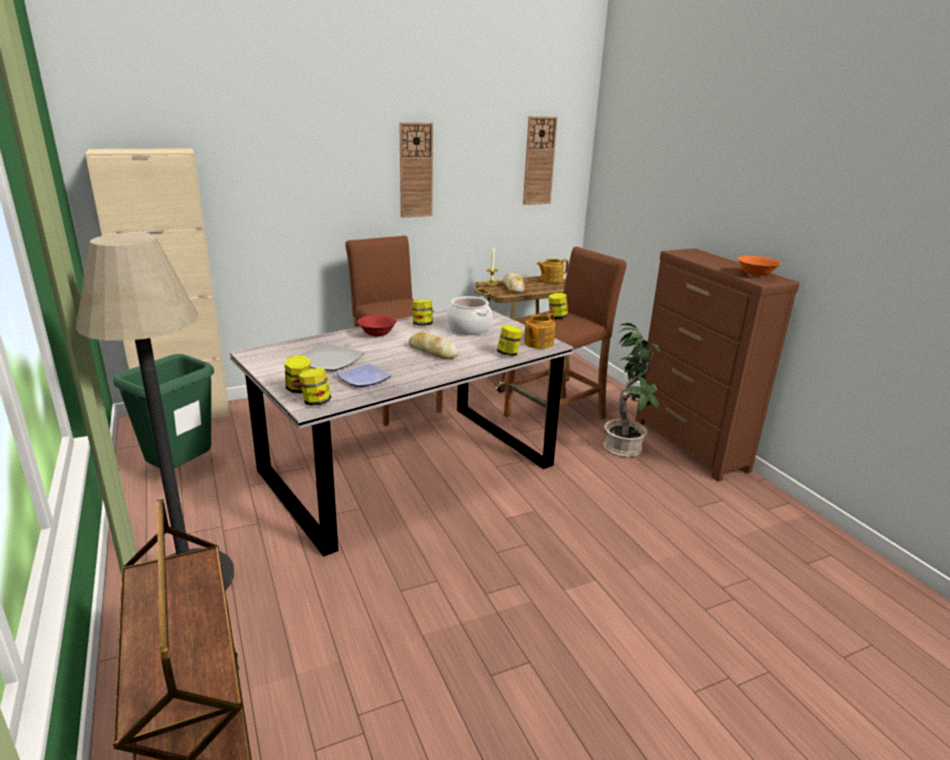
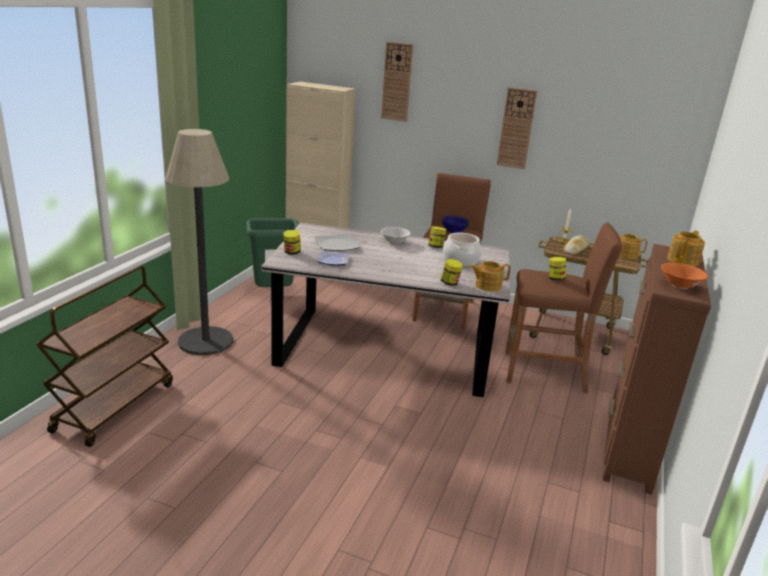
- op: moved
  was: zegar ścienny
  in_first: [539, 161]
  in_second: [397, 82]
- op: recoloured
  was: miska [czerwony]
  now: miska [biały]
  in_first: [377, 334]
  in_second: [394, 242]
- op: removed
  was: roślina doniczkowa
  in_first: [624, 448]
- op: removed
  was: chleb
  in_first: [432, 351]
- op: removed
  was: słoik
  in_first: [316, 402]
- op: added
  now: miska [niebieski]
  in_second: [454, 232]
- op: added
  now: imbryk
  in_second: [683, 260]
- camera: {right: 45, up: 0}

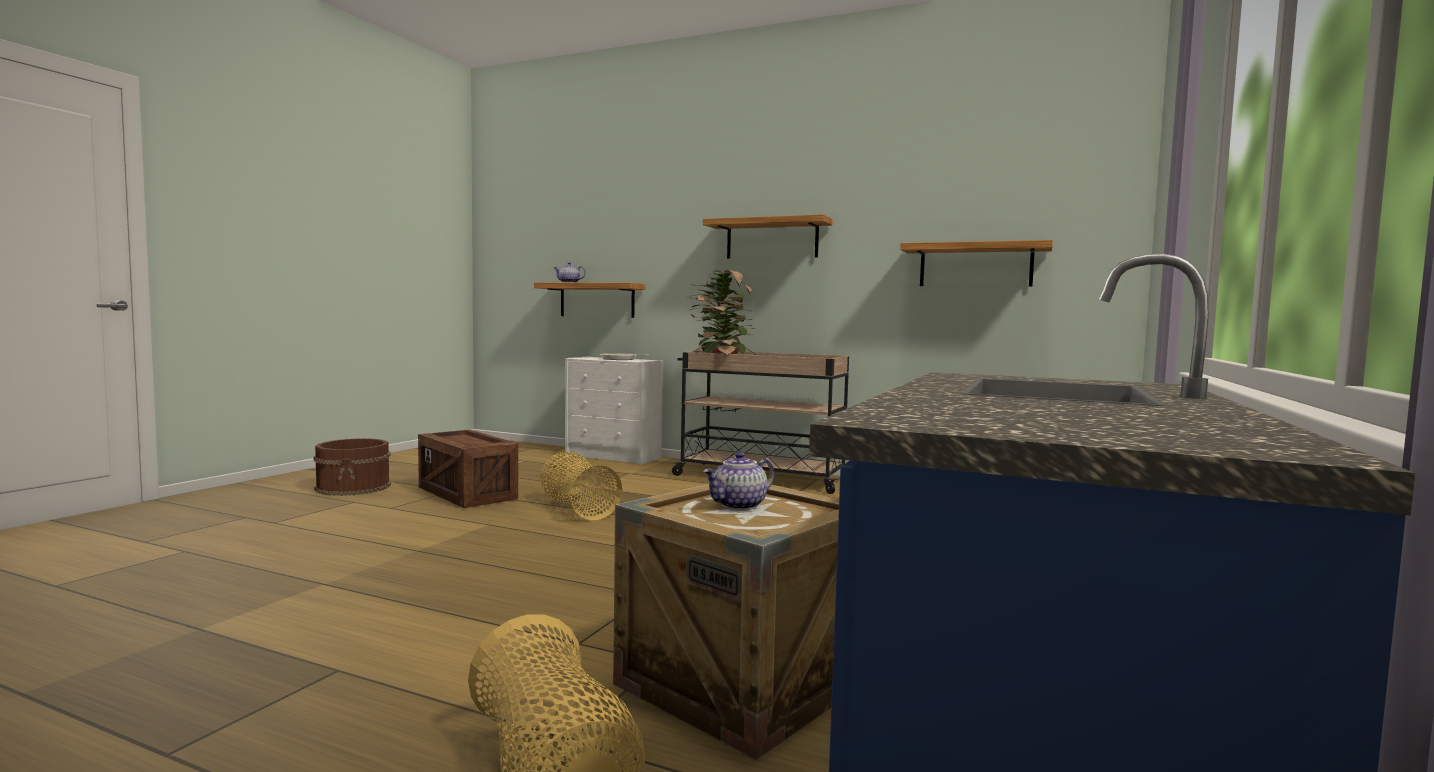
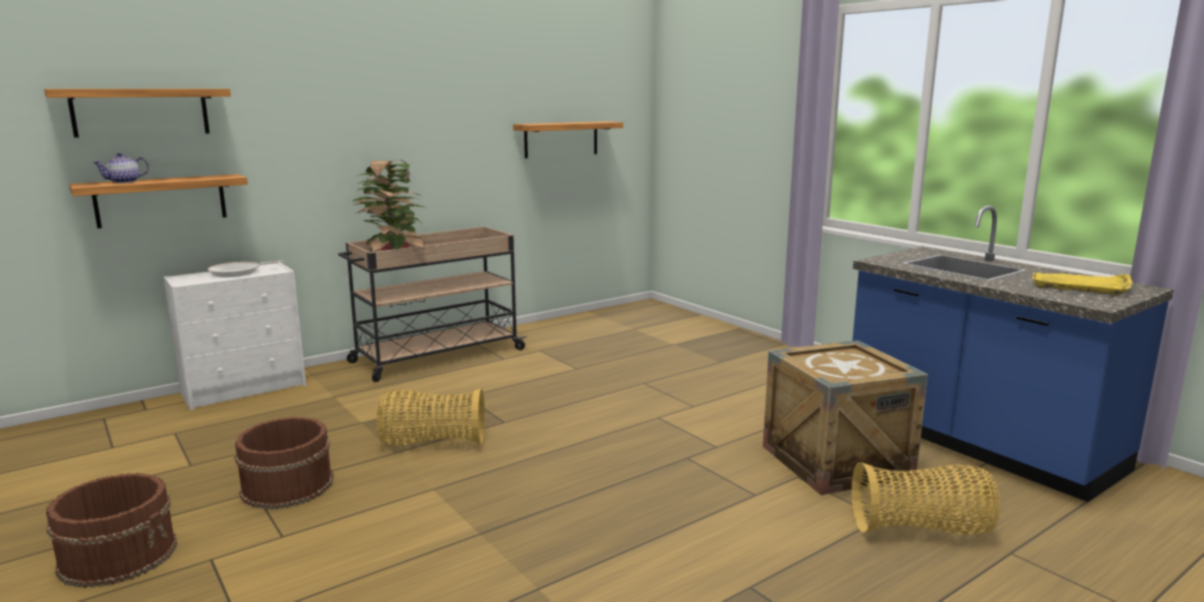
- op: moved
  was: półka
  in_first: [772, 239]
  in_second: [141, 112]
- op: replaced
  was: skrzynka
  now: wiadro [brązowy]
  in_first: [466, 494]
  in_second: [286, 486]
- op: removed
  was: imbryk
  in_first: [739, 506]
- op: added
  now: taca [żółty]
  in_second: [1080, 285]
- camera: {right: -60, up: 10}

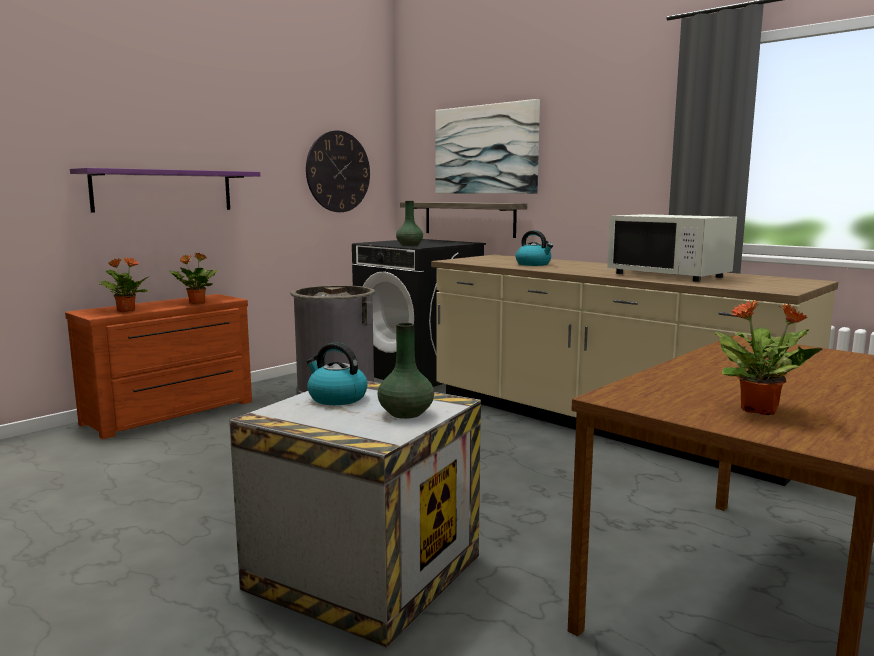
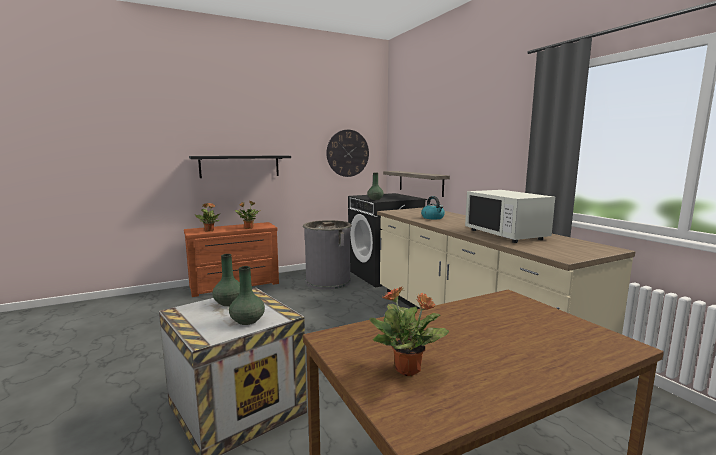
- op: removed
  was: obraz
  in_first: [485, 149]
- op: recoloured
  was: półka [fioletowy]
  now: półka [czarny]
  in_first: [163, 190]
  in_second: [240, 166]
- op: replaced
  was: czajnik
  now: wazon [zielony]
  in_first: [336, 398]
  in_second: [229, 303]
- camera: {right: 20, up: 0}

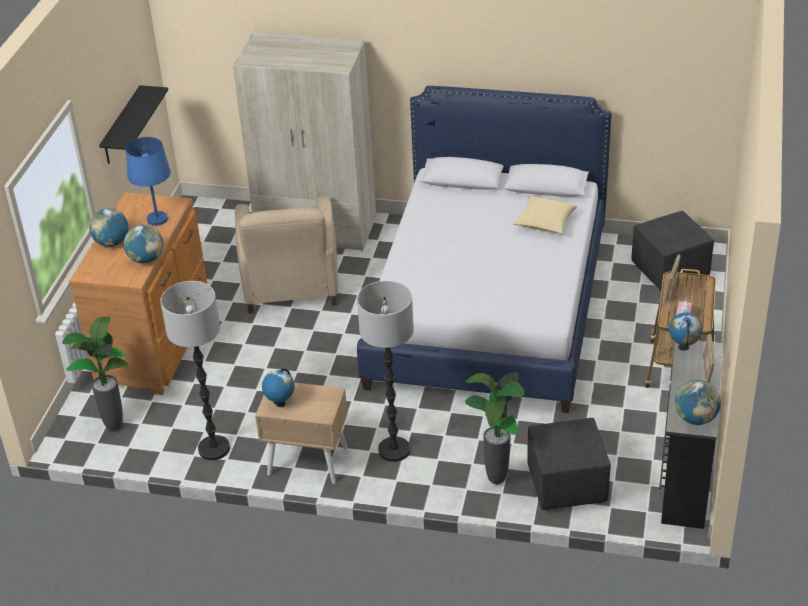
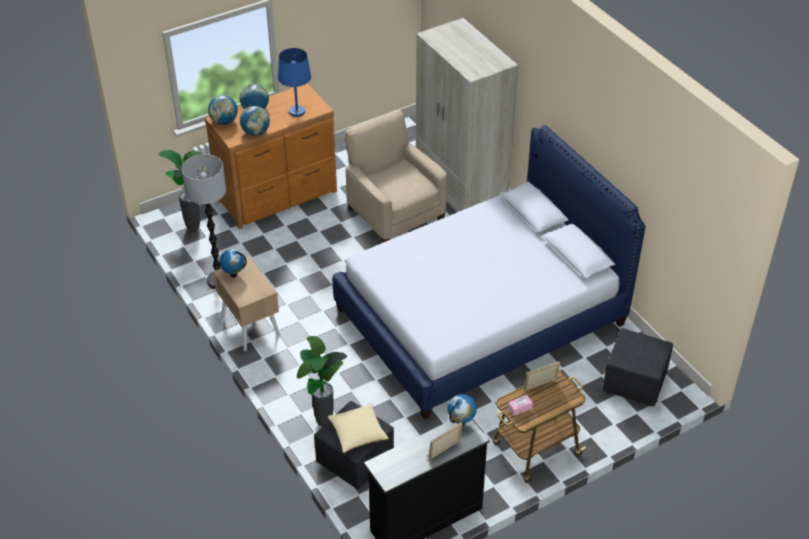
- op: removed
  was: półka [czarny]
  in_first: [122, 126]
- op: turned
  was: fotel [beżowy]
  in_first: [290, 284]
  in_second: [394, 213]
  clockwise: 105
- op: moved
  was: poduszka
  in_first: [545, 223]
  in_second: [358, 433]
- op: removed
  was: lampa stojąca
  in_first: [394, 450]
- op: moved
  was: globus
  in_first: [695, 418]
  in_second: [224, 121]
- camera: {right: 45, up: 5}

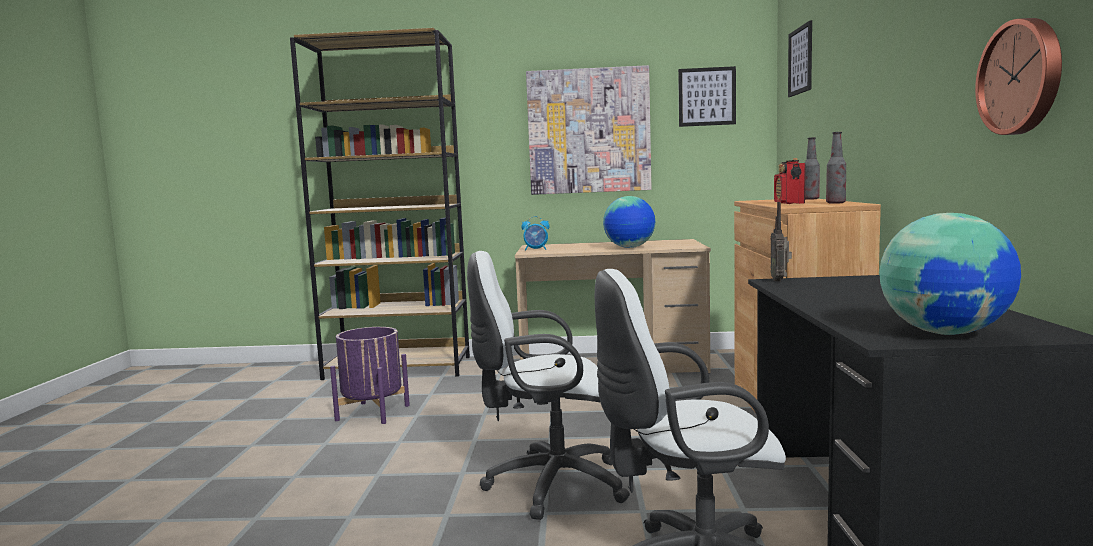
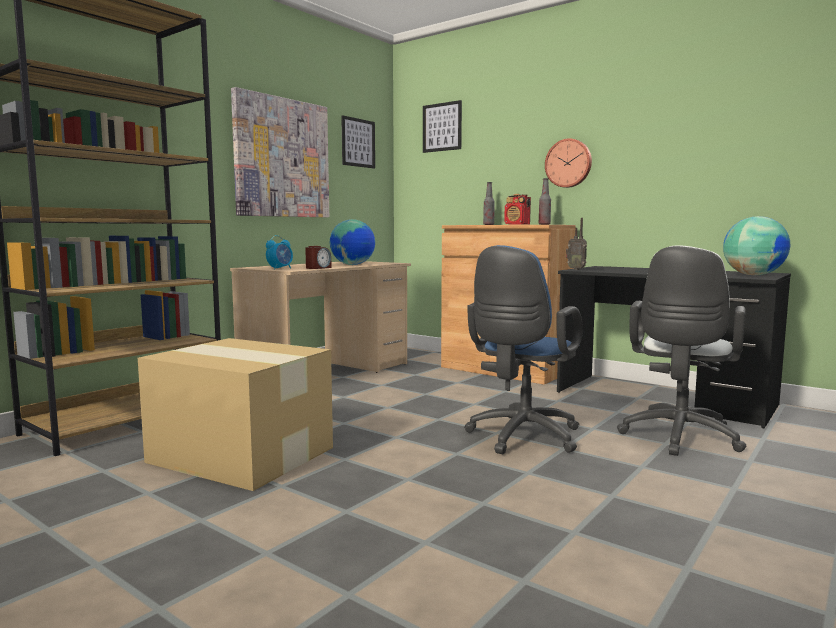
- op: moved
  was: zegar ścienny
  in_first: [1022, 77]
  in_second: [568, 163]
- op: recoloured
  was: krzesło biurowe [biały]
  now: krzesło biurowe [niebieski]
  in_first: [548, 485]
  in_second: [521, 437]
- op: replaced
  was: donica [fioletowy]
  now: karton
  in_first: [373, 413]
  in_second: [240, 454]
- op: added
  now: budzik
  in_second: [318, 268]
- camera: {right: -55, up: 0}

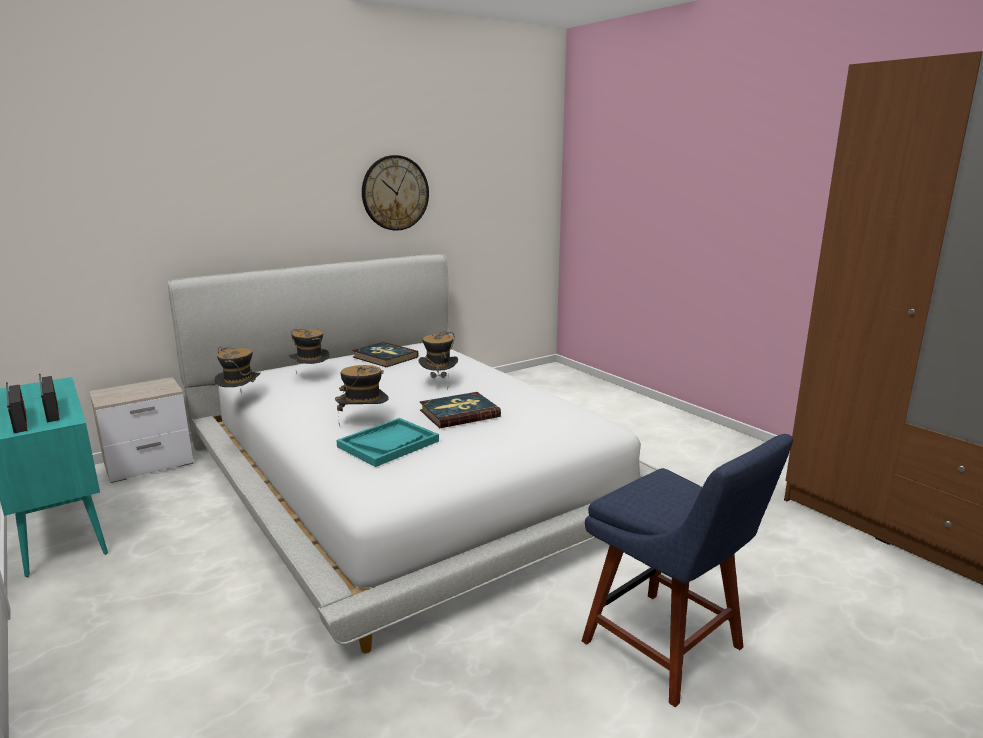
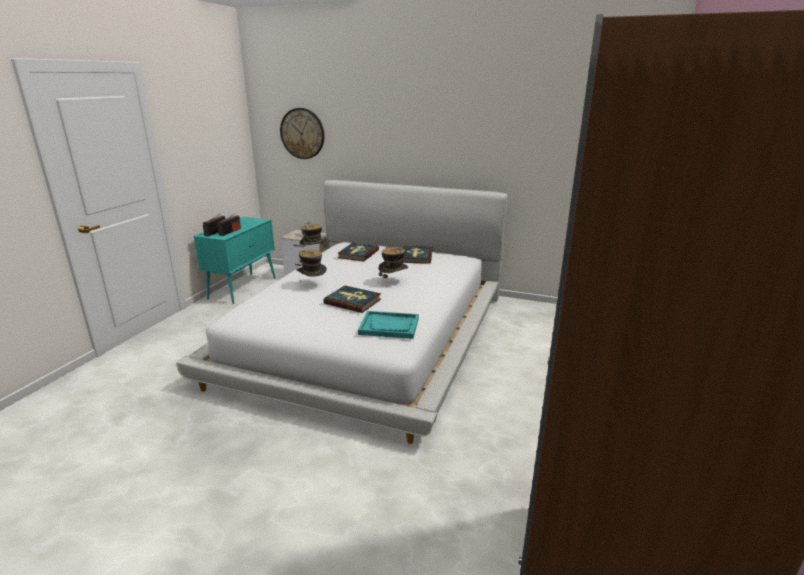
- op: moved
  was: zegar ścienny
  in_first: [395, 193]
  in_second: [302, 133]
- op: replaced
  was: kapelusz
  now: książka
  in_first: [311, 377]
  in_second: [358, 254]
- op: moved
  was: taca [turkusowy]
  in_first: [388, 444]
  in_second: [389, 326]
- op: removed
  was: krzesło [niebieski]
  in_first: [669, 649]
- camera: {right: 55, up: 5}

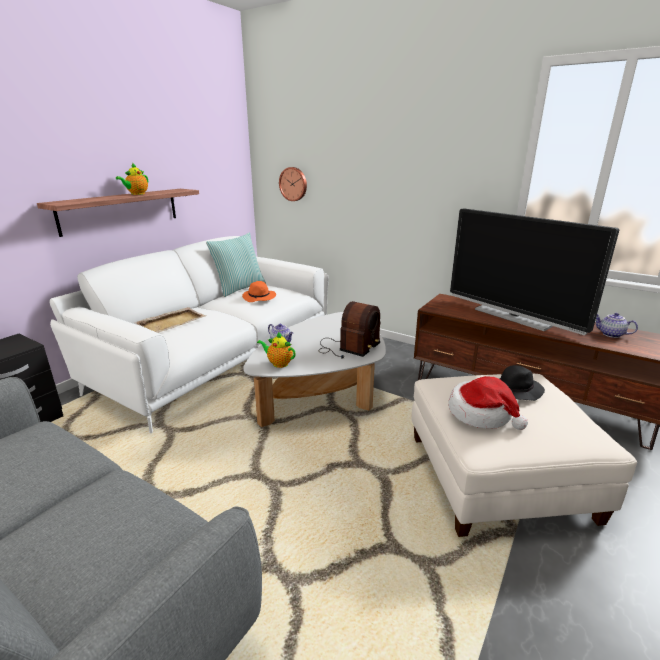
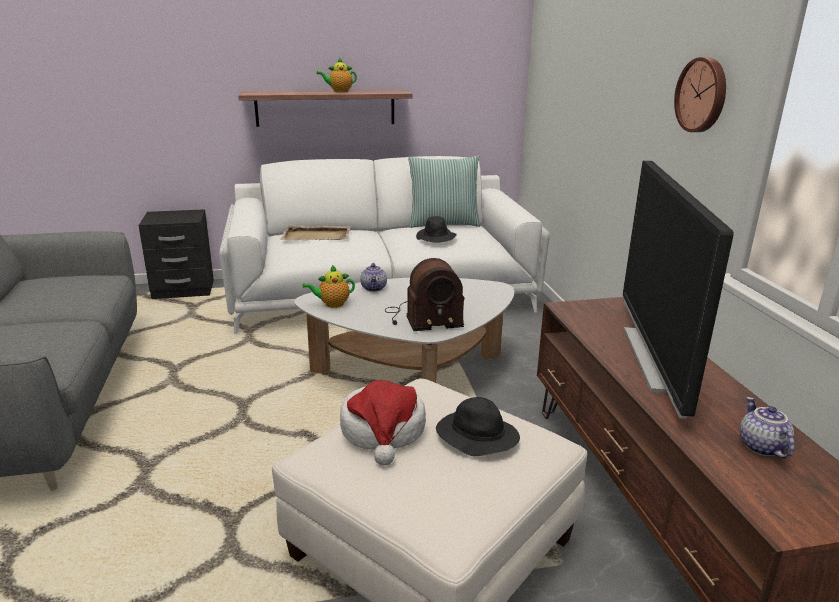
- op: moved
  was: zegar ścienny
  in_first: [293, 184]
  in_second: [702, 95]
- op: recoloured
  was: kapelusz [pomarańczowy]
  now: kapelusz [czarny]
  in_first: [259, 298]
  in_second: [436, 238]
- op: turned
  was: imbryk
  in_first: [278, 363]
  in_second: [332, 304]
  clockwise: -90
- camera: {right: 45, up: 0}

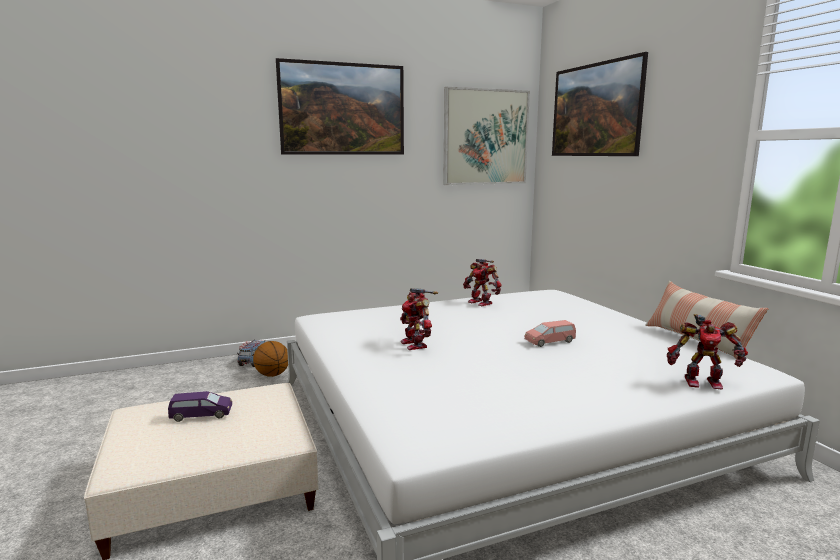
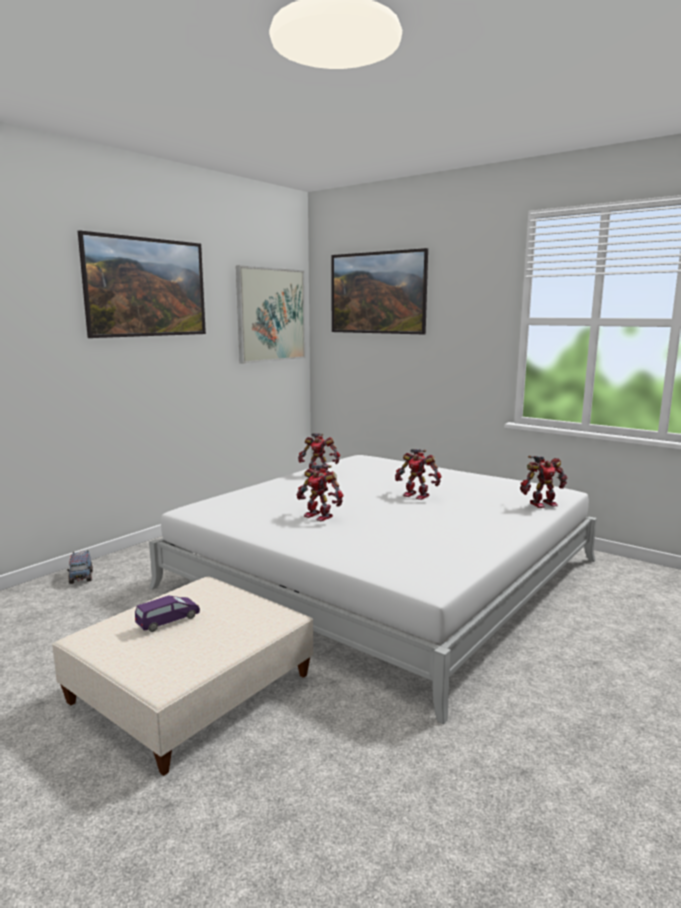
- op: removed
  was: poduszka
  in_first: [697, 340]
- op: replaced
  was: samochodzik [różowy]
  now: robot zabawkowy
  in_first: [550, 341]
  in_second: [417, 495]
- op: removed
  was: piłka do koszykówki
  in_first: [272, 375]
- camera: {right: -30, up: 0}

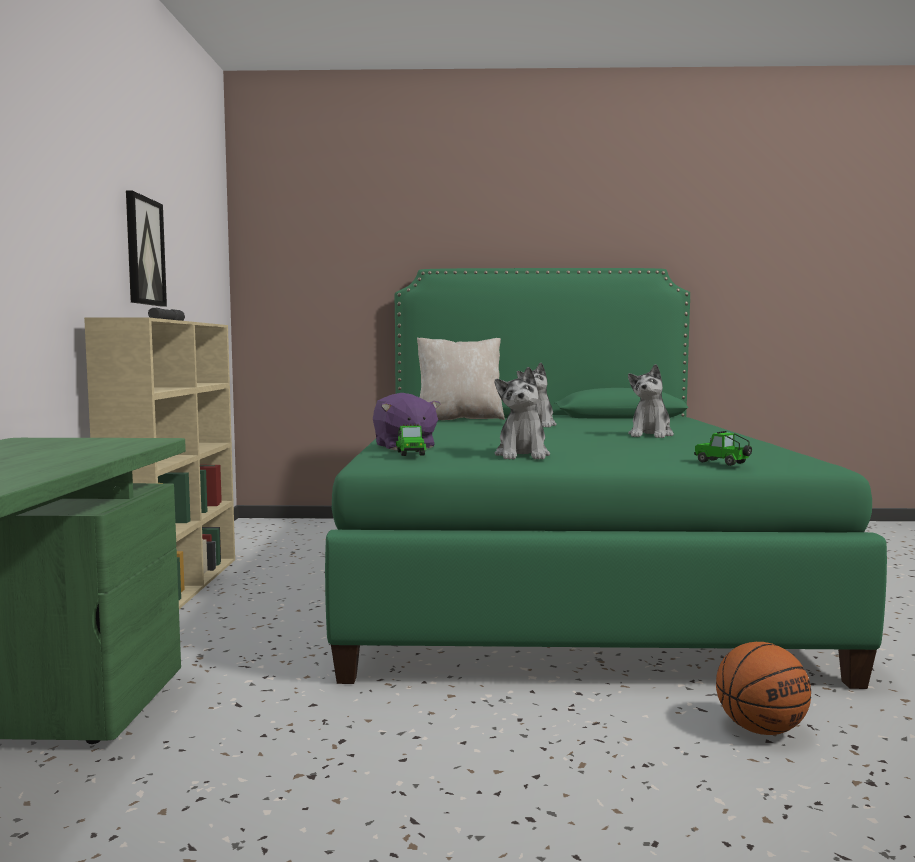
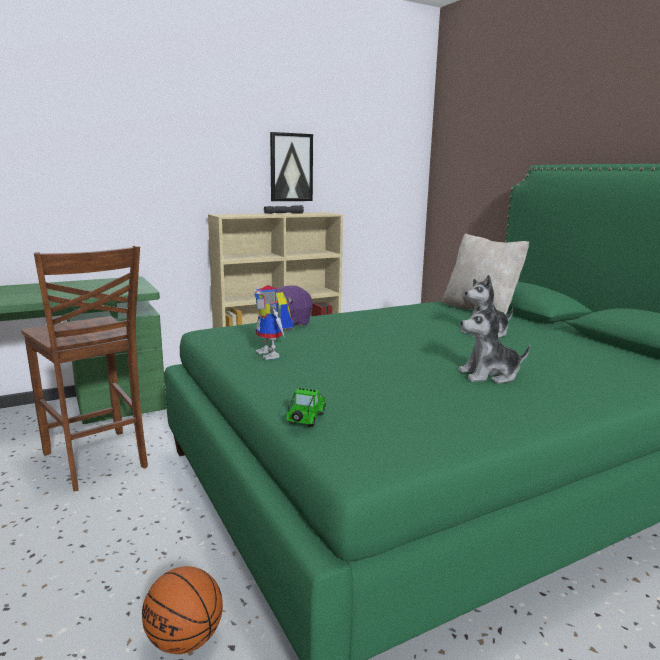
- op: replaced
  was: pluszak
  now: robot zabawkowy
  in_first: [522, 455]
  in_second: [273, 354]
- op: removed
  was: samochodzik
  in_first: [410, 453]
- op: added
  now: krzesło [brązowy]
  in_second: [96, 461]
- camera: {right: 60, up: 10}

